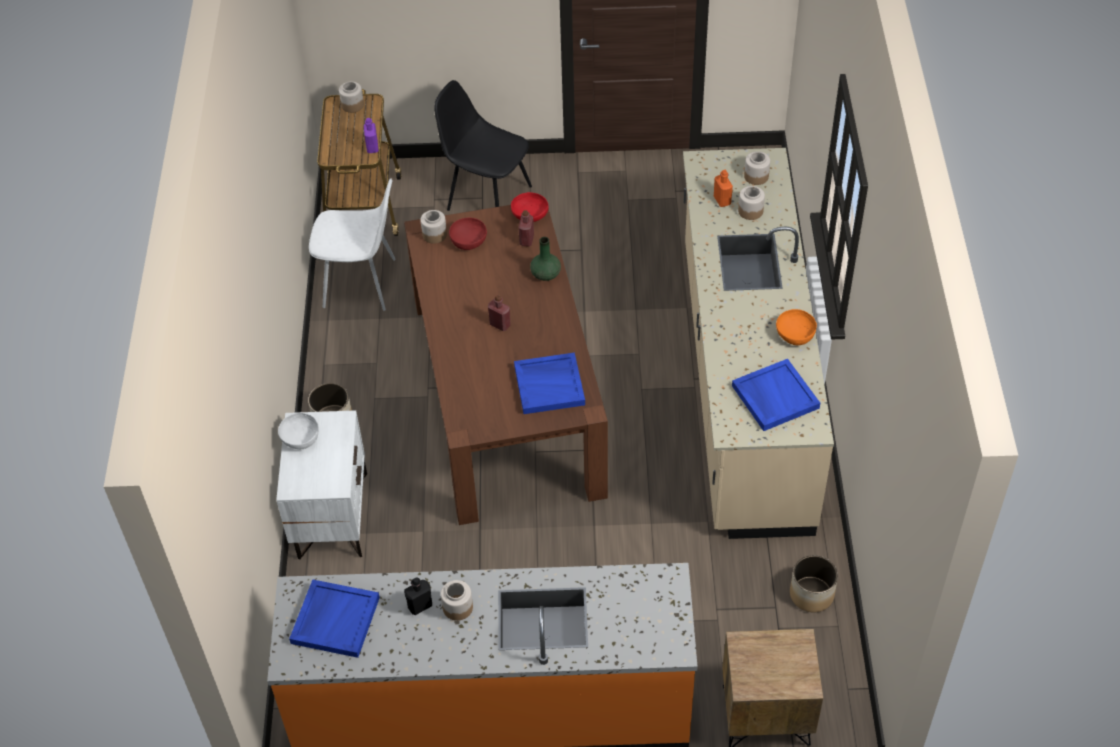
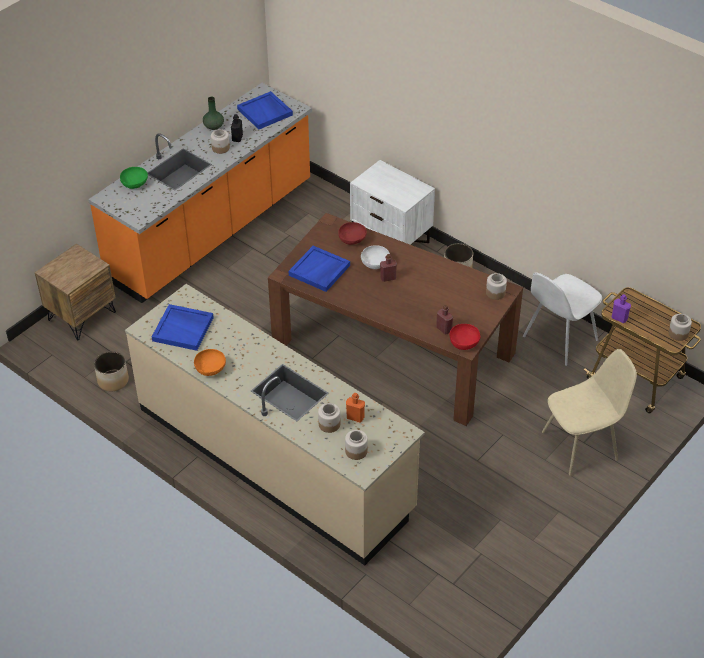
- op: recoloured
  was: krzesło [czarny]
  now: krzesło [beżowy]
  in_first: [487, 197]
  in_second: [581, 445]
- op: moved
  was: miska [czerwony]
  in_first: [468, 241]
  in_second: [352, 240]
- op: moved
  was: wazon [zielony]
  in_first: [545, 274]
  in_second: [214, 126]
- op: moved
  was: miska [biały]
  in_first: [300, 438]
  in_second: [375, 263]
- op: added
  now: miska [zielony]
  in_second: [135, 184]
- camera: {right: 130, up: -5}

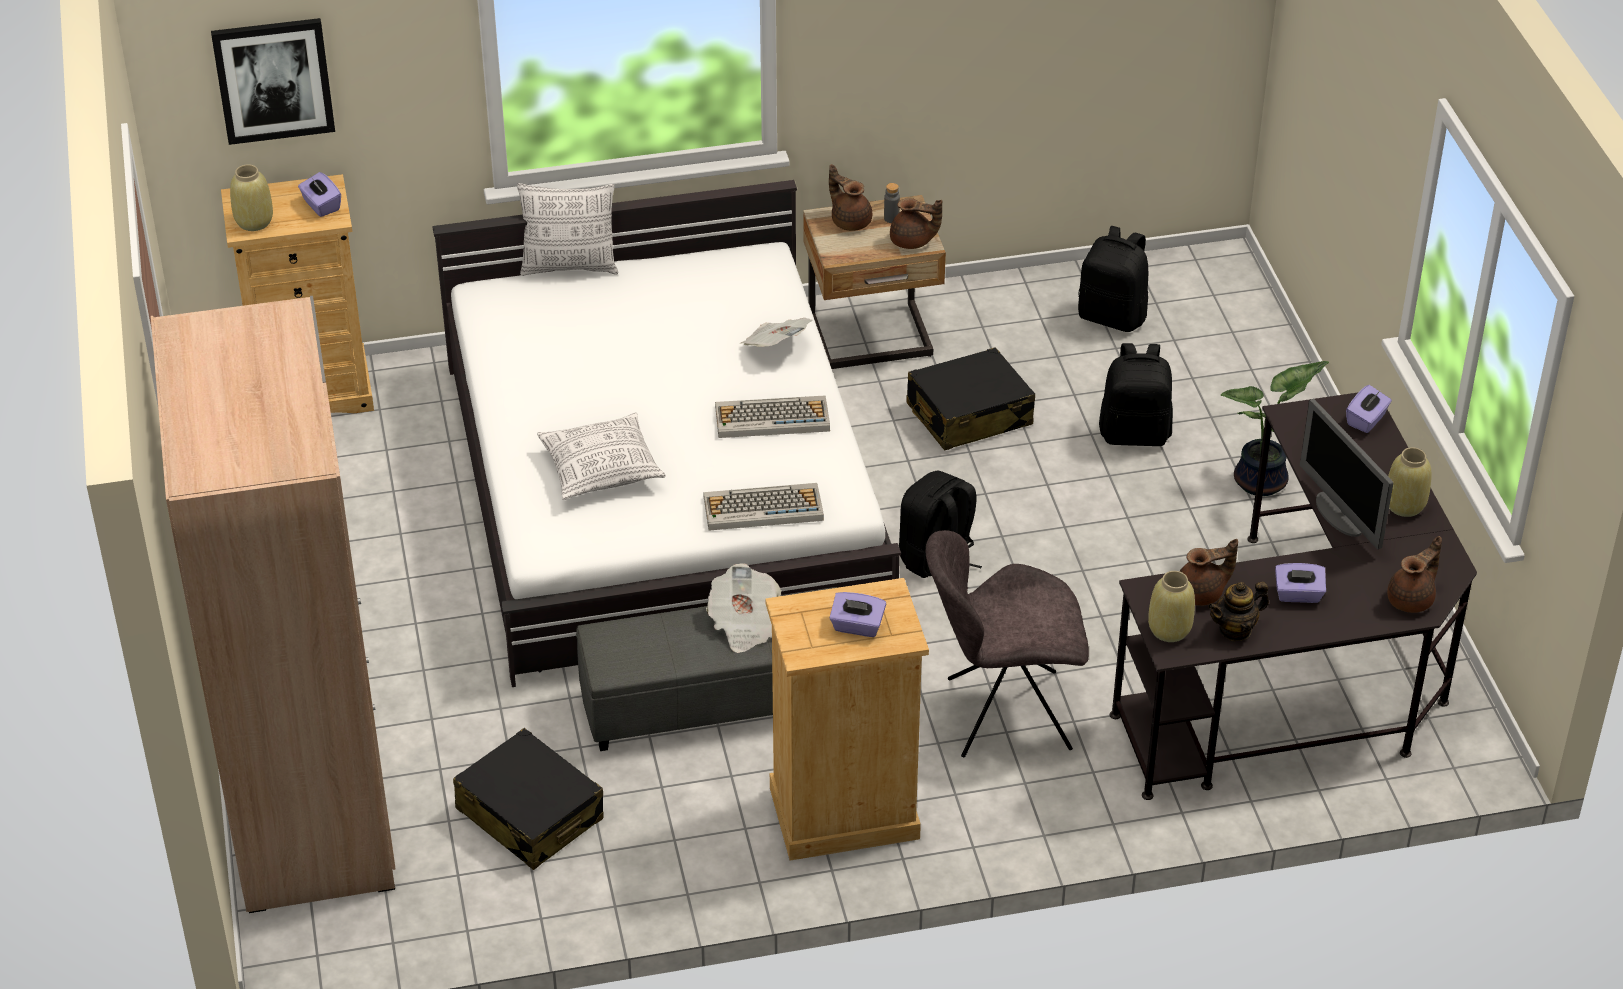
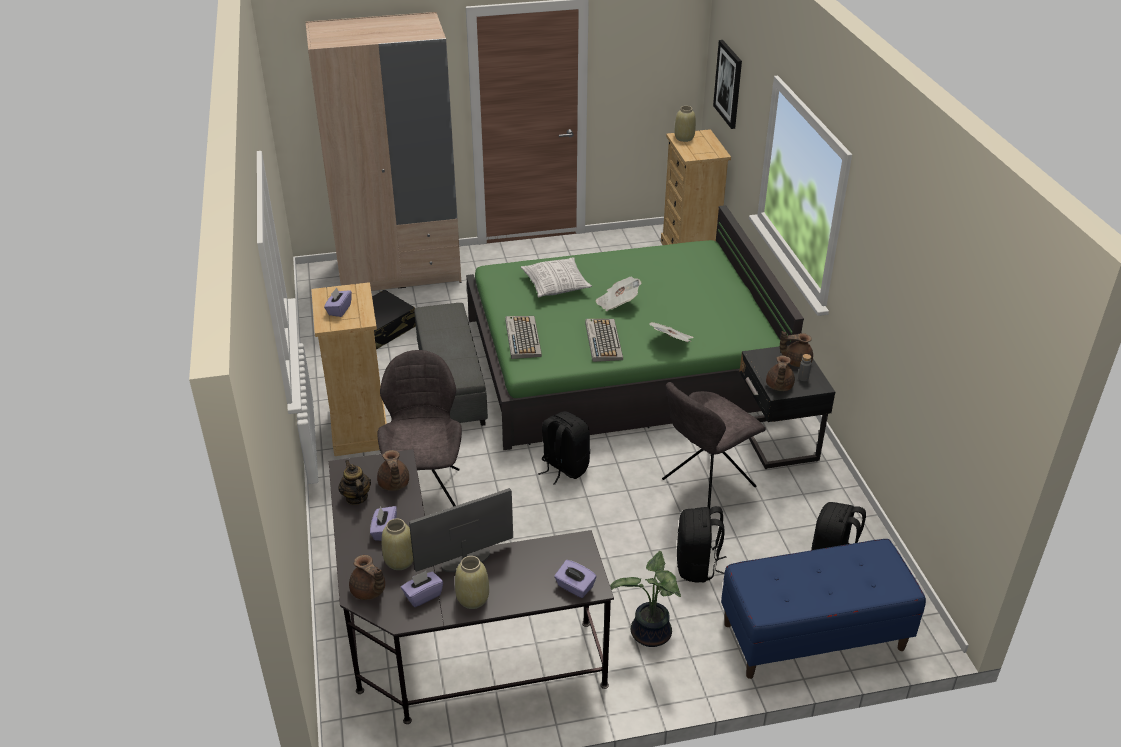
- op: turned
  was: imbryk [brązowy]
  in_first: [850, 220]
  in_second: [796, 361]
  clockwise: -135
- op: moved
  was: pudełko chusteczek [fioletowy]
  in_first: [321, 205]
  in_second: [423, 595]
- op: recoloured
  was: łóżko [biały]
  now: łóżko [zielony]
  in_first: [662, 489]
  in_second: [621, 363]
- op: removed
  was: poduszka
  in_first: [570, 266]
- op: recoloured
  was: szafka nocna [beżowy]
  now: szafka nocna [czarny]
  in_first: [872, 340]
  in_second: [776, 443]
- op: replaced
  was: walizka [czarny]
  now: krzesło [szary]
  in_first: [968, 415]
  in_second: [705, 484]
- op: moved
  was: gazeta
  in_first: [744, 624]
  in_second: [617, 303]
- op: moved
  was: wazon [beżowy]
  in_first: [1168, 630]
  in_second: [399, 560]
- op: added
  now: ławka [niebieski]
  in_second: [813, 637]
- camera: {right: 90, up: -5}

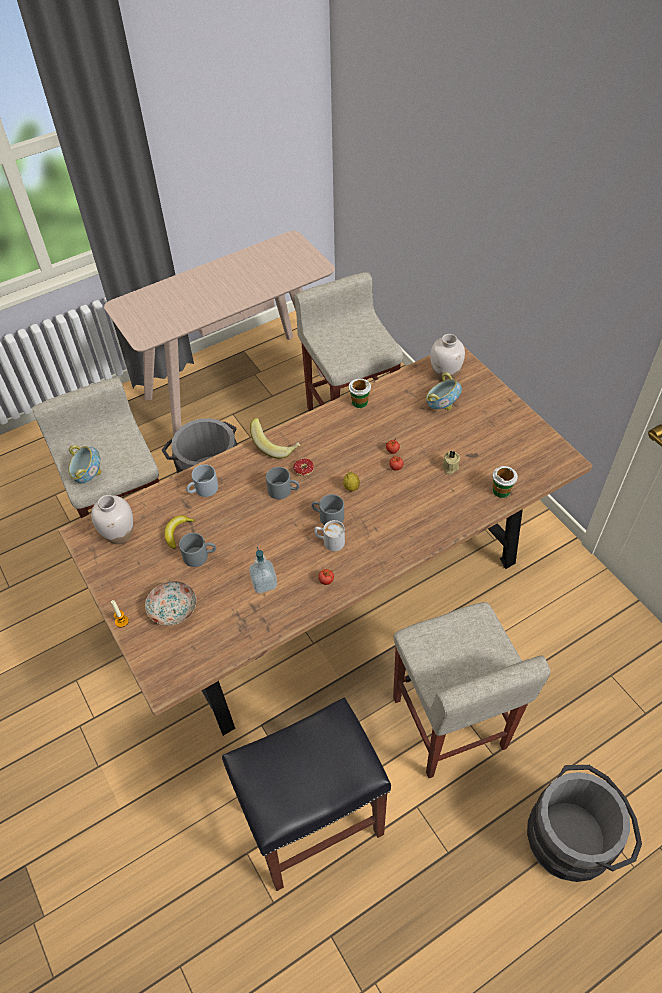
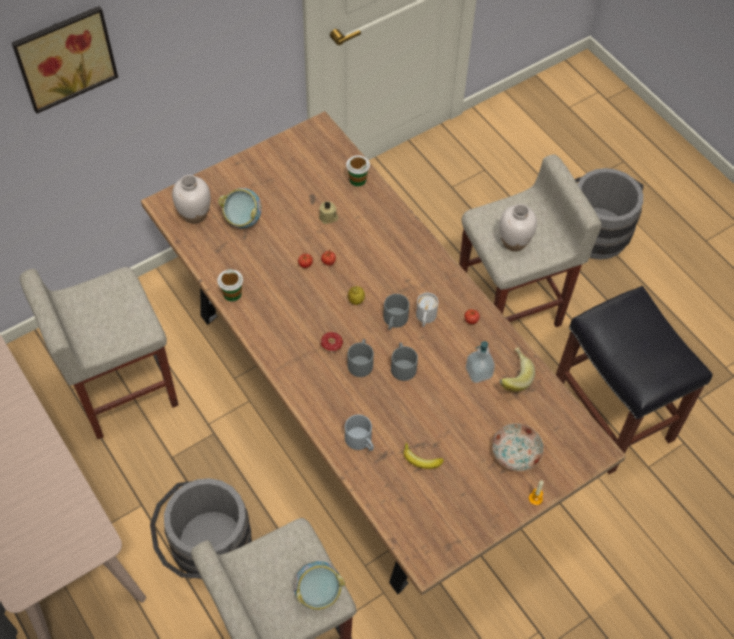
- op: moved
  was: banan
  in_first: [275, 446]
  in_second: [512, 376]
- op: moved
  was: wazon [biały]
  in_first: [119, 534]
  in_second: [514, 242]
- op: moved
  was: kubek [szary]
  in_first: [200, 555]
  in_second: [402, 365]
- op: added
  now: obraz
  in_second: [64, 56]
- camera: {right: -95, up: 5}

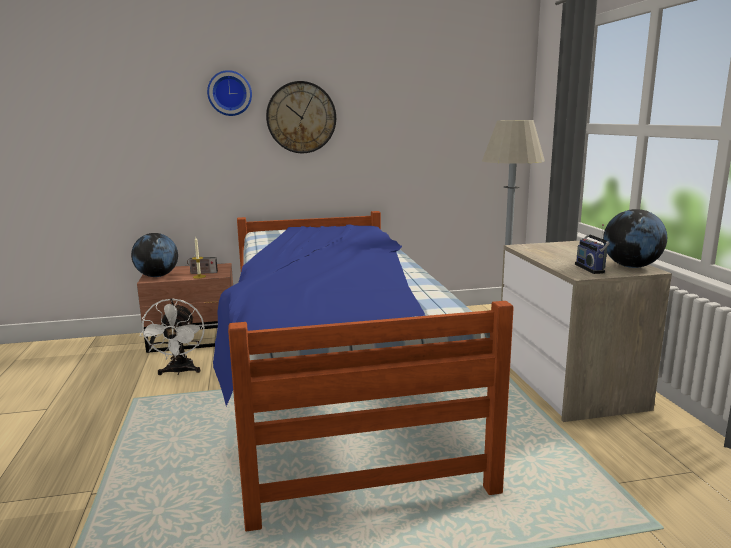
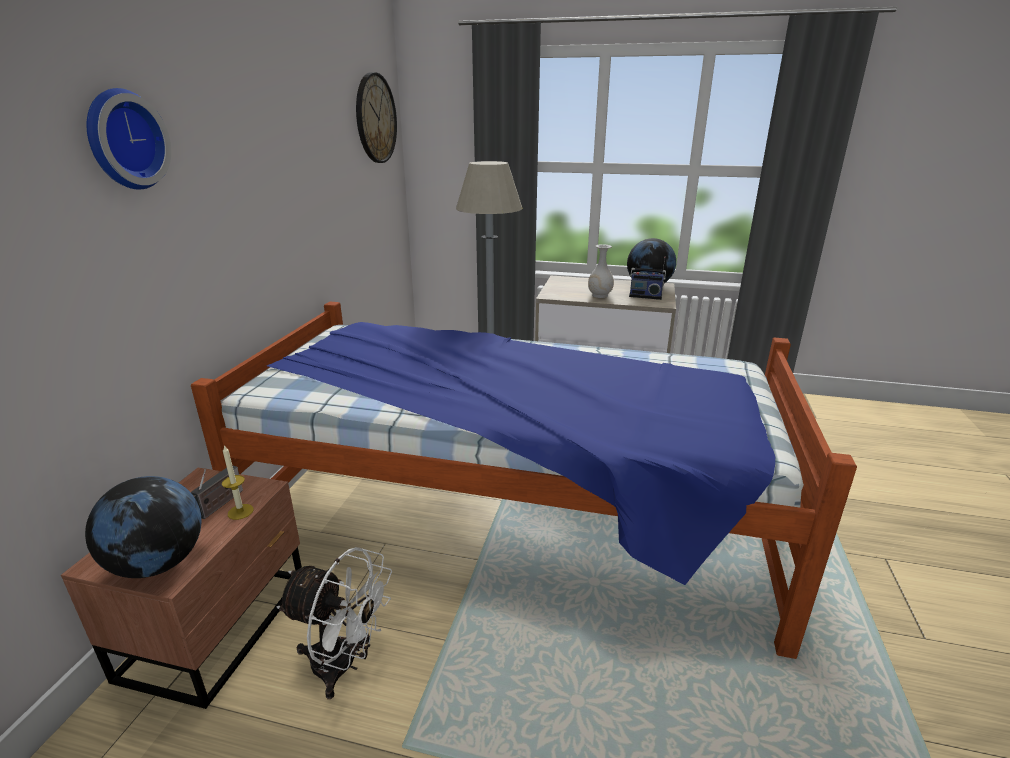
- op: moved
  was: zegar ścienny
  in_first: [301, 117]
  in_second: [375, 118]
- op: added
  now: wazon [biały]
  in_second: [599, 295]
- camera: {right: -65, up: 10}

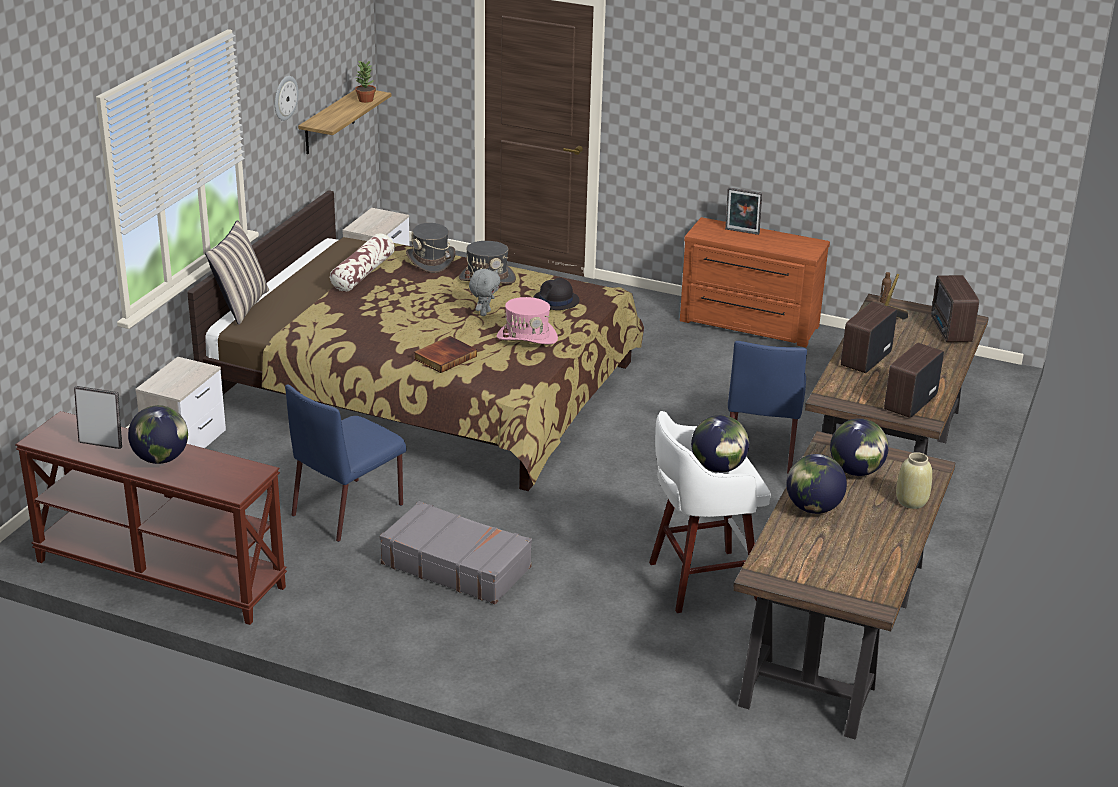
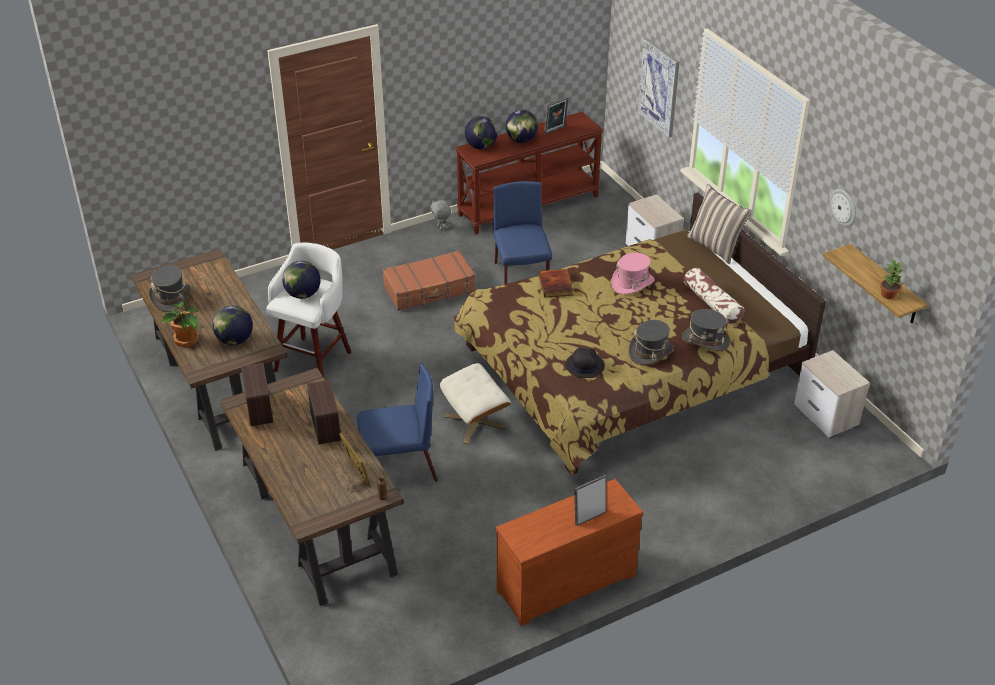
- op: moved
  was: pluszak [szary]
  in_first: [484, 313]
  in_second: [441, 228]
- op: removed
  was: radio
  in_first: [950, 331]
- op: moved
  was: kapelusz [różowy]
  in_first: [527, 337]
  in_second: [632, 283]
- op: turned
  was: krzesło [niebieski]
  in_first: [761, 448]
  in_second: [399, 468]
  clockwise: 120
- op: replaced
  was: wazon [beżowy]
  now: roślina doniczkowa
  in_first: [911, 502]
  in_second: [186, 341]
- op: moved
  was: globus
  in_first: [813, 508]
  in_second: [481, 146]
- op: recoloured
  was: walizka [szary]
  now: walizka [brązowy]
  in_first: [456, 565]
  in_second: [430, 289]
- op: added
  now: obraz
  in_second: [659, 87]
- op: added
  now: kapelusz [szary]
  in_second: [171, 297]
- op: added
  now: pufa [beżowy]
  in_second: [476, 422]
- camera: {right: 130, up: 10}

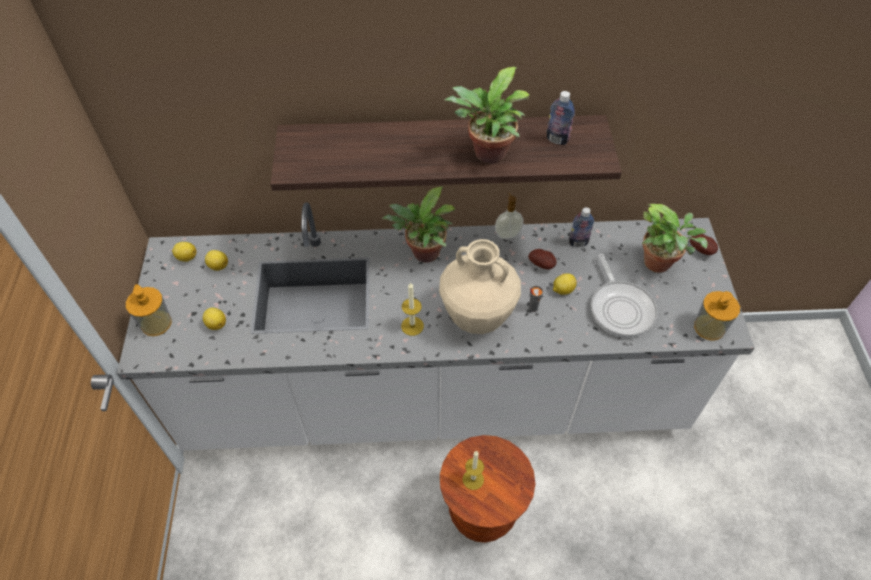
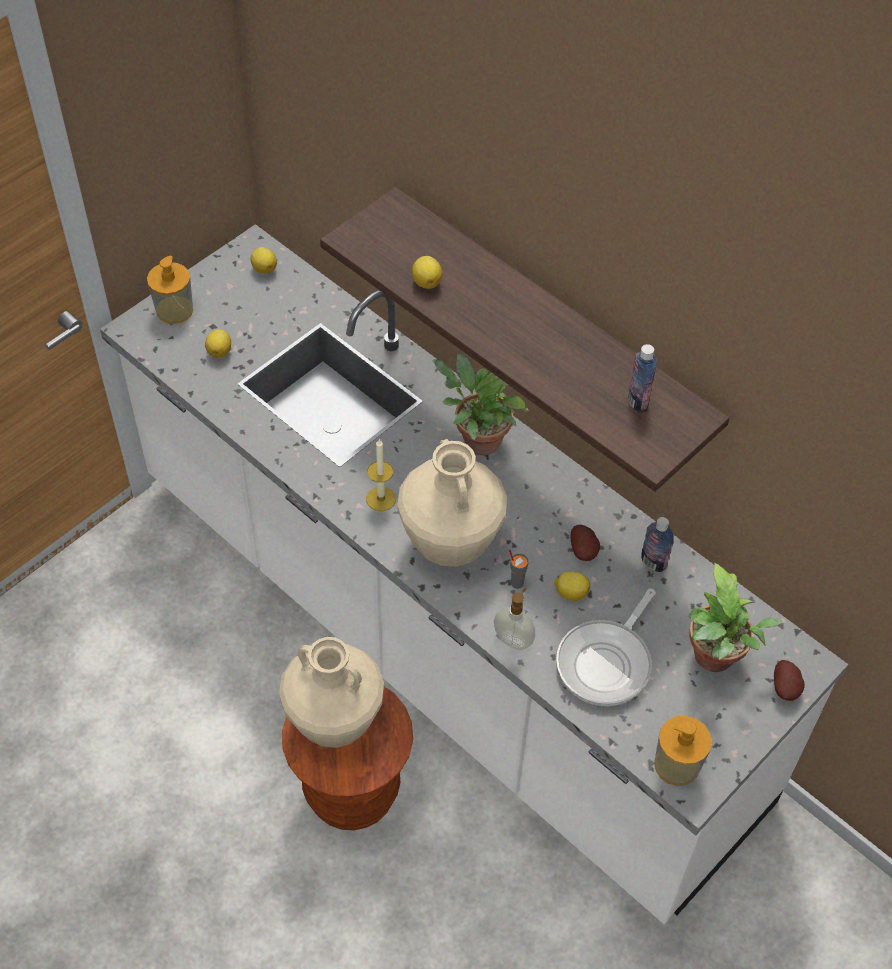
- op: removed
  was: roślina doniczkowa
  in_first: [487, 155]
- op: moved
  was: dozownik mydła
  in_first: [507, 234]
  in_second: [513, 639]
- op: moved
  was: cytryna
  in_first: [218, 265]
  in_second: [427, 282]
- op: replaced
  was: świeca
  now: wazon [beżowy]
  in_first: [473, 479]
  in_second: [334, 721]
- camera: {right: 45, up: 0}

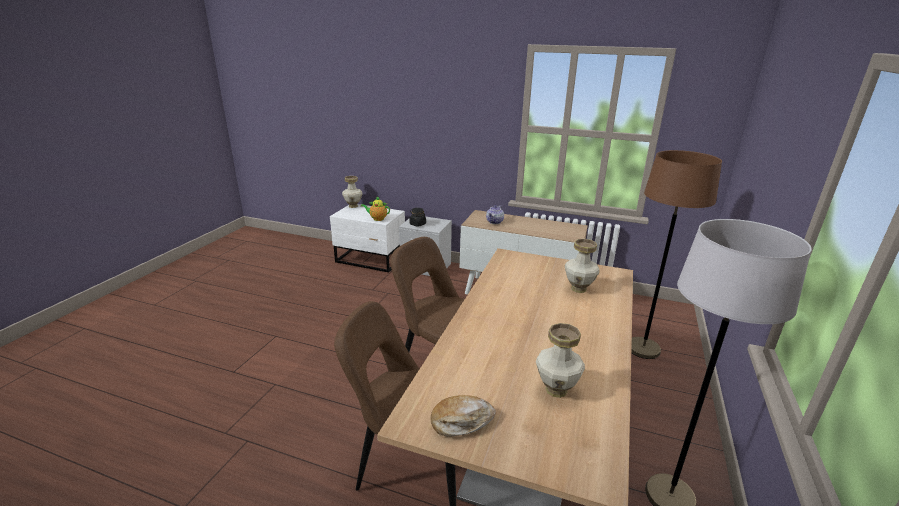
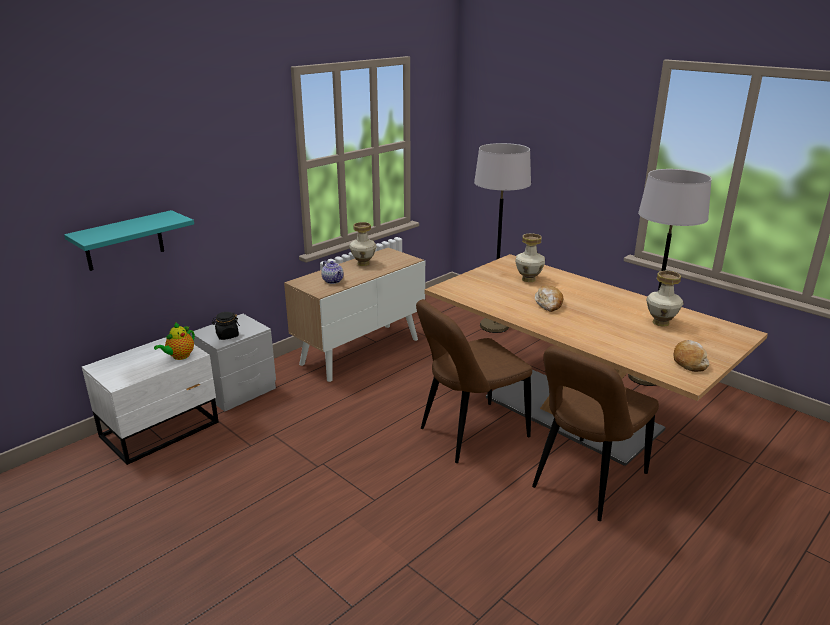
- op: recoloured
  was: lampa stojąca [brązowy]
  now: lampa stojąca [szary]
  in_first: [643, 349]
  in_second: [494, 326]
- op: moved
  was: wazon
  in_first: [353, 206]
  in_second: [363, 263]
- op: added
  now: półka [turkusowy]
  in_second: [124, 241]
- op: added
  now: chleb
  in_second: [549, 304]
- camera: {right: -65, up: 0}

